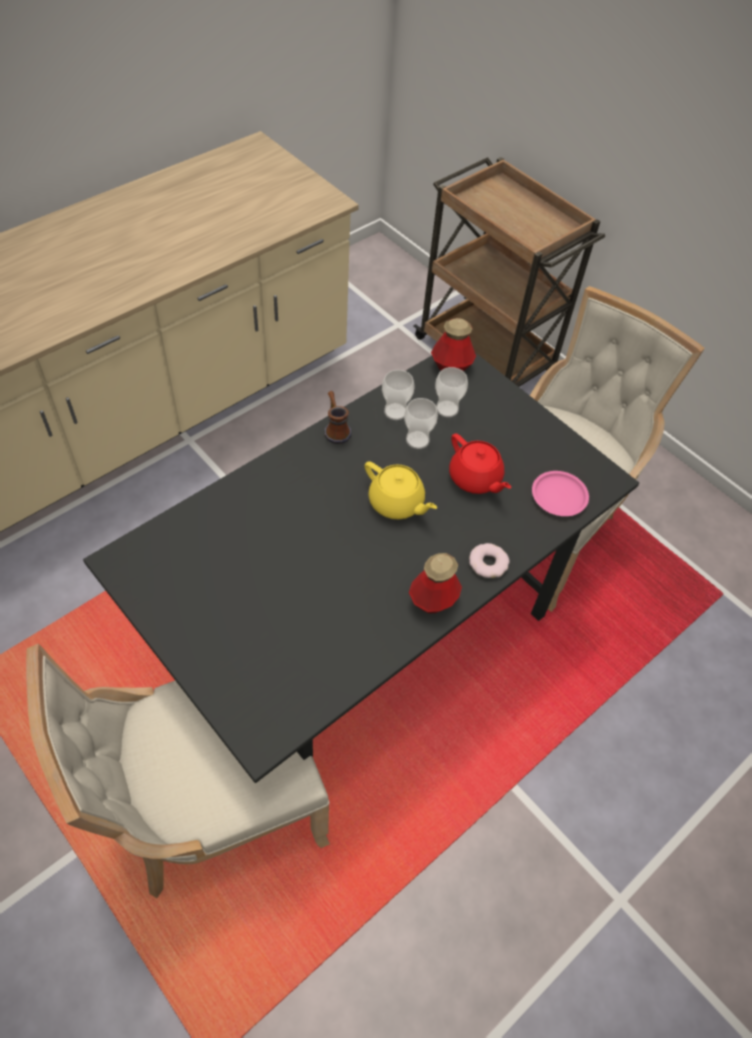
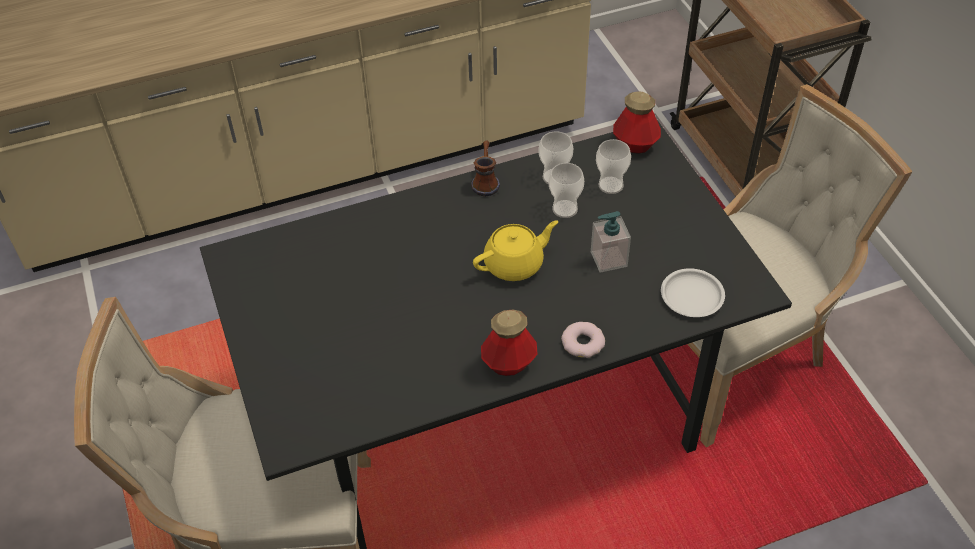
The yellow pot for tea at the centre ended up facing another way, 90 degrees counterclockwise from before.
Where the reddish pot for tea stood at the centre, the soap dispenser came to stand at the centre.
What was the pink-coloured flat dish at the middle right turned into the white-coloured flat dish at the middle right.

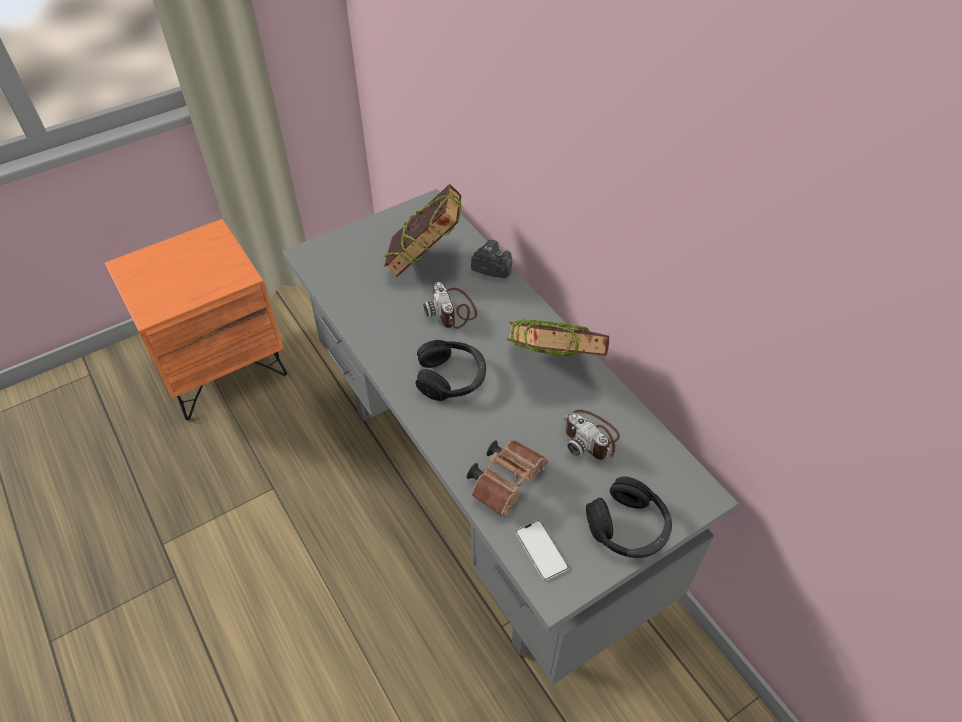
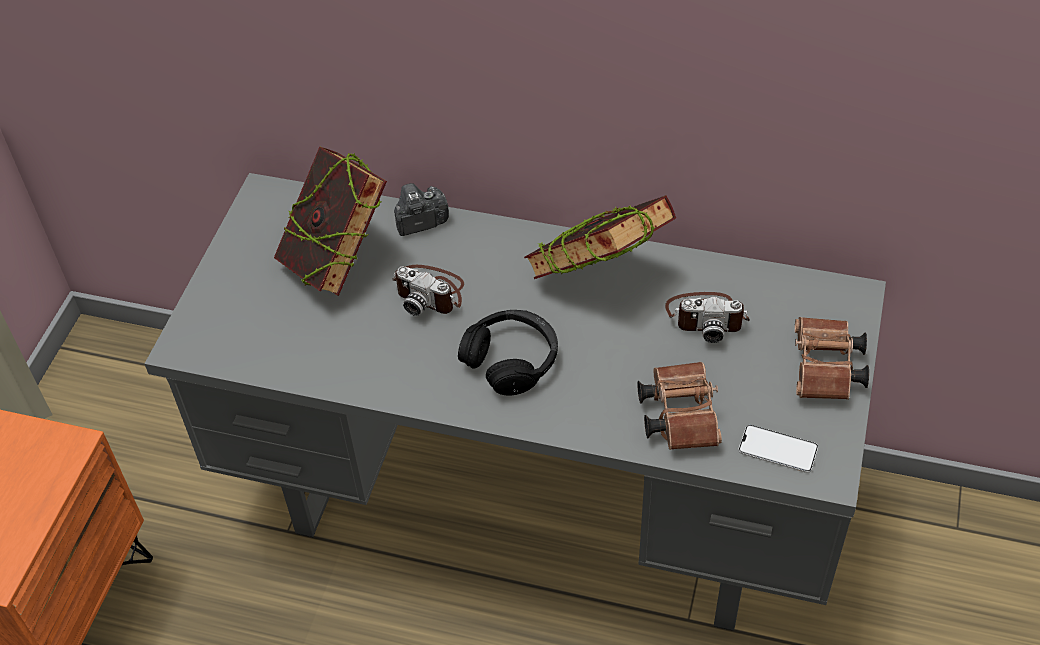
Where the blackish headset (2nd from left) stood at the bottom centre, the brownish field glasses (2nd from left) came to stand at the middle right.

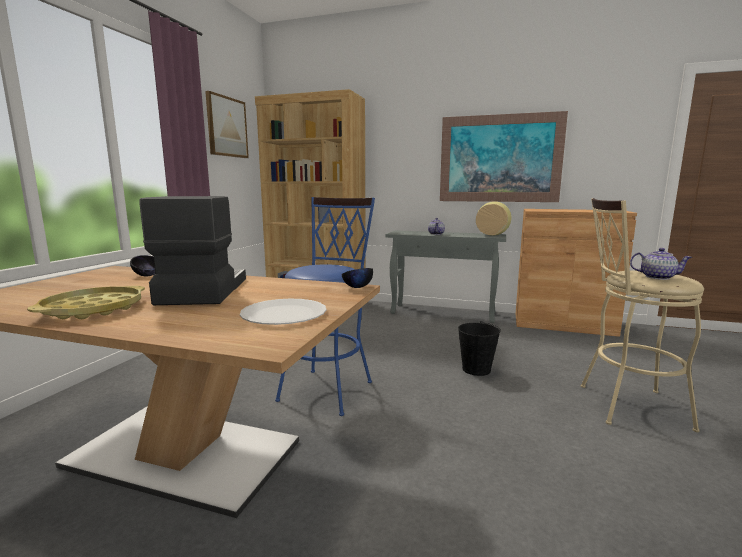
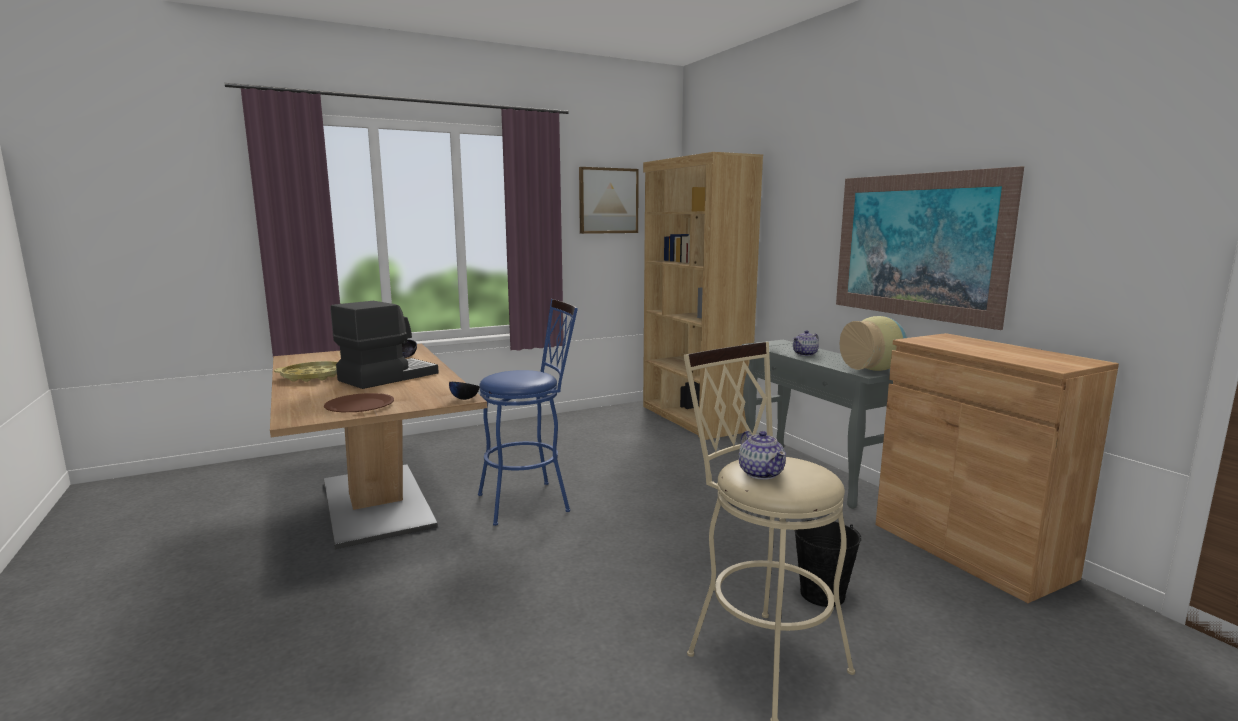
What was the white-coloured flat dish at the centre turned into the brownish flat dish at the middle left.
The blackish pail ended up elsewhere, having gone from the centre to the bottom right.

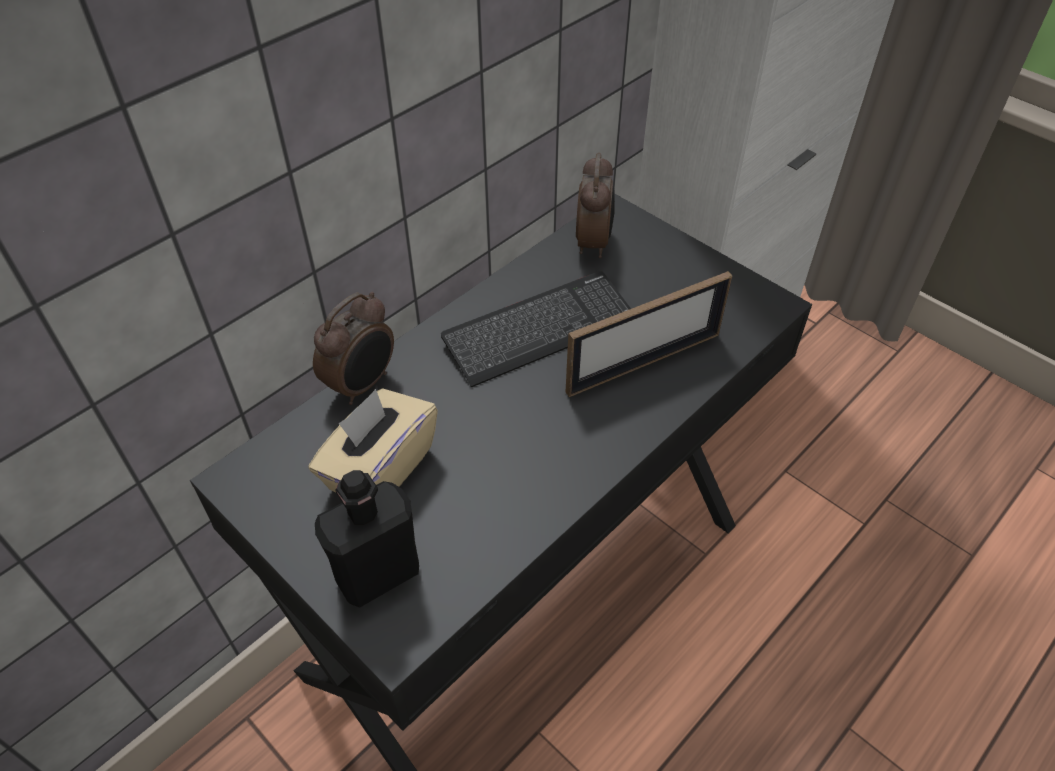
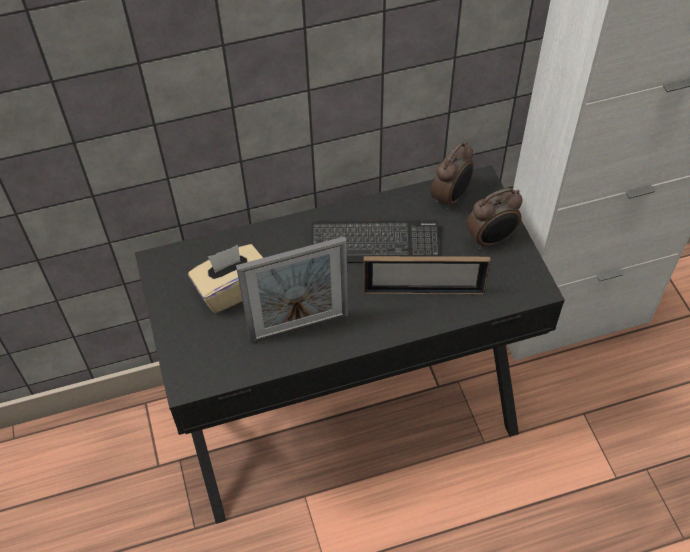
The second view gained the standing frame (1st from left) at the centre.
The alarm clock (1st from left in the first image) ended up elsewhere, having gone from the centre to the middle right.
The second view lost the blackish beverage bottle at the bottom centre.

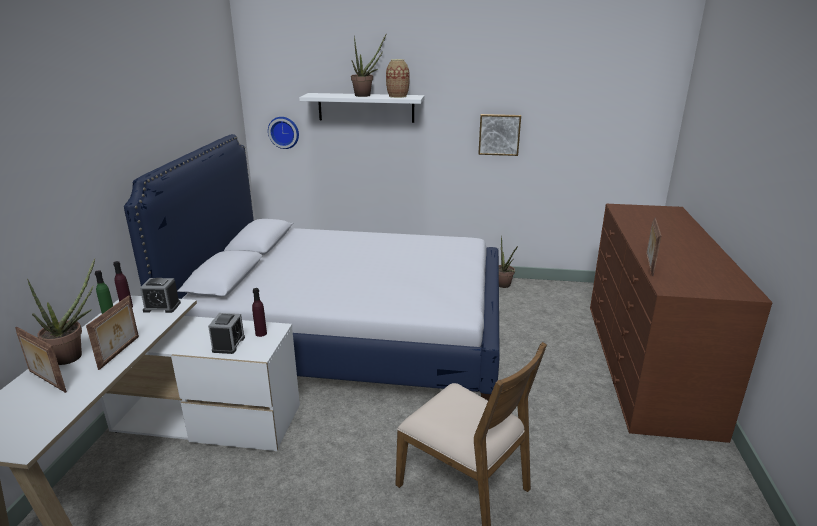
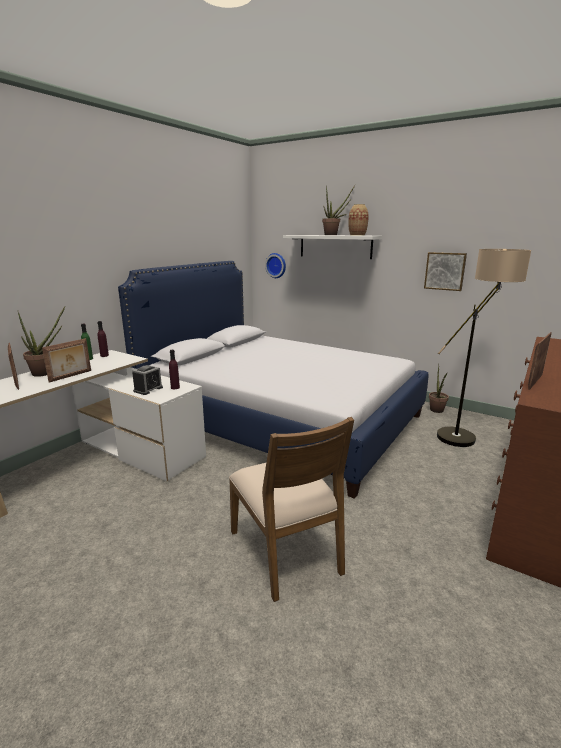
The second view gained the floor lamp at the middle right.
The second view lost the alarm clock (1st from left) at the middle left.

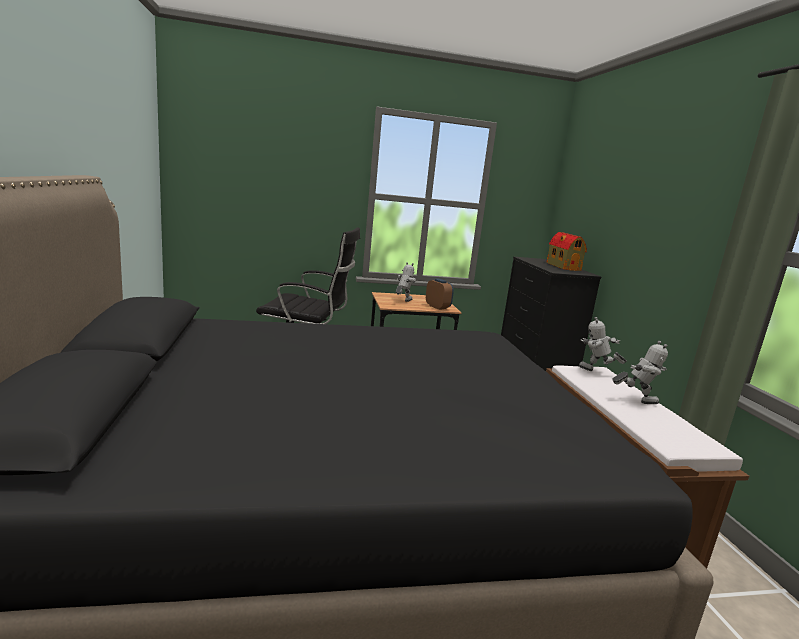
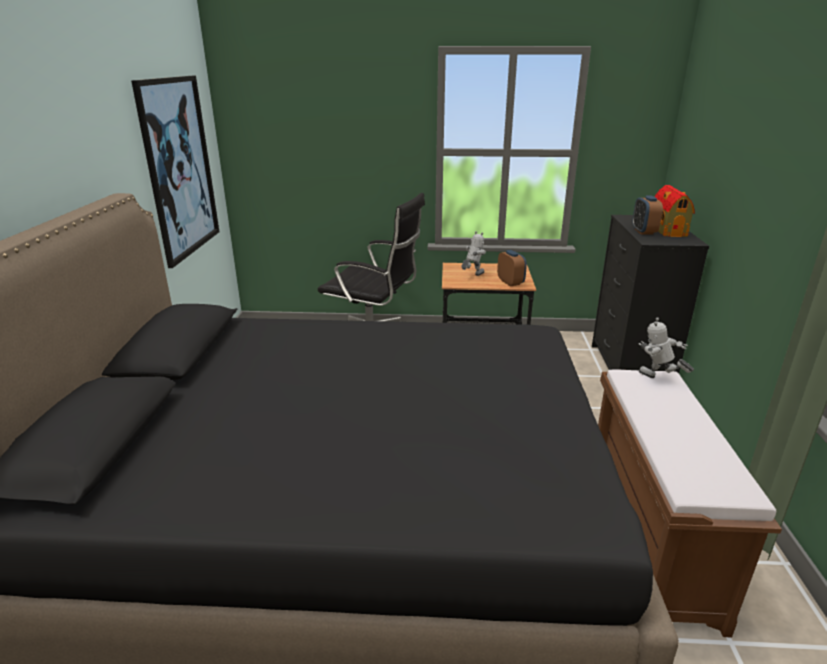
The second view gained the wall picture at the top left.
The second view gained the alarm clock (2nd from left) at the top right.
The second view lost the robot figure (3rd from left) at the middle right.

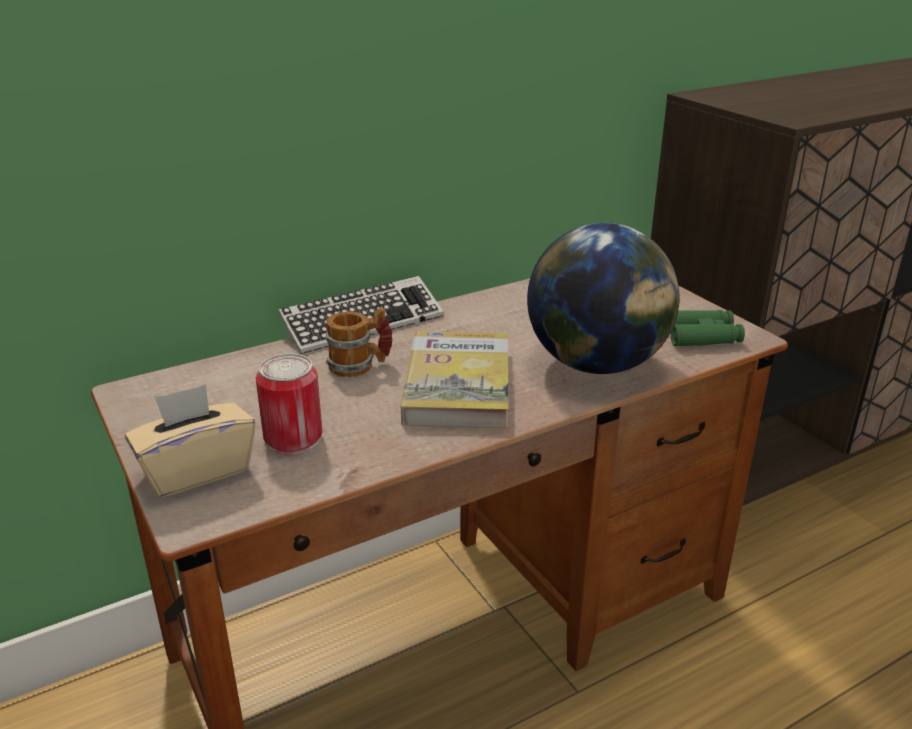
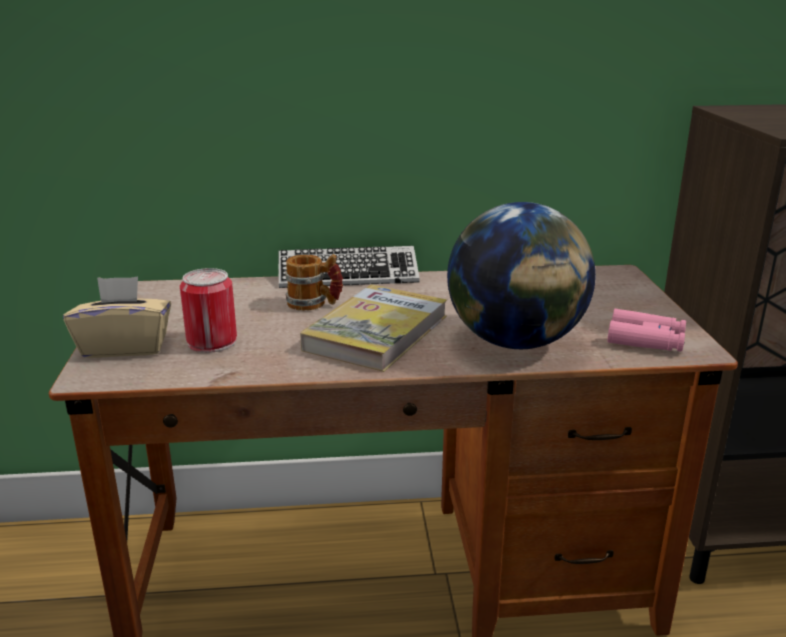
What was the green-coloured field glasses at the middle right turned into the pink-coloured field glasses at the middle right.

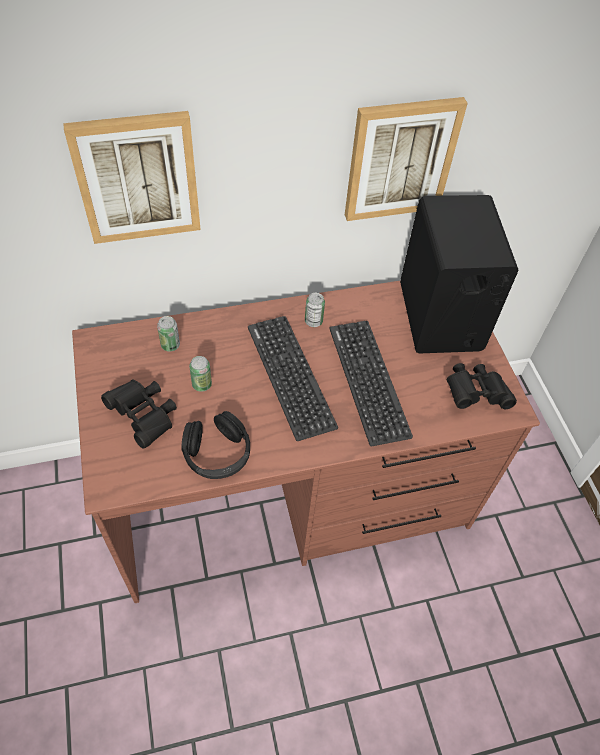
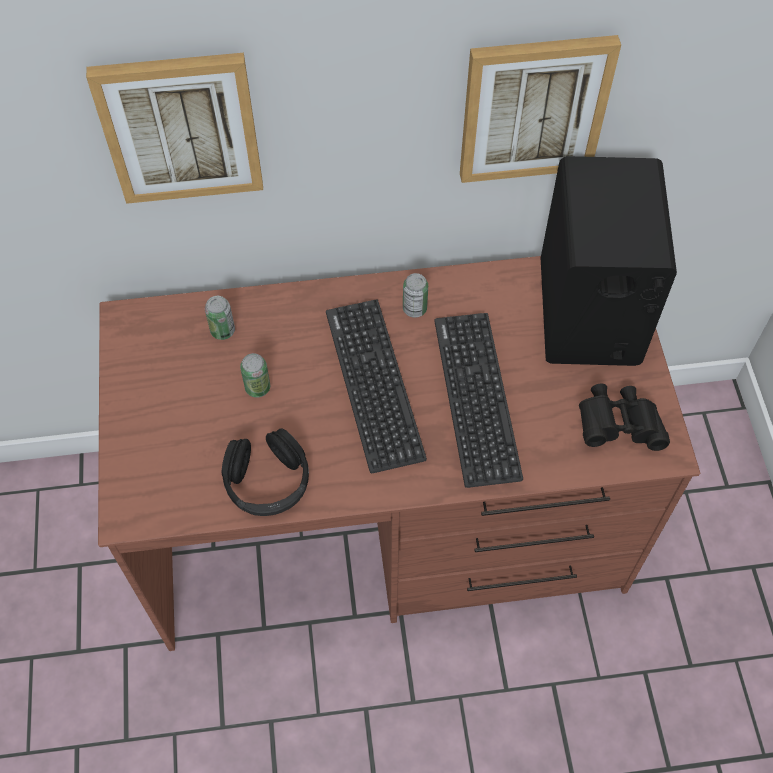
The second view lost the blackish field glasses (1st from left) at the middle left.

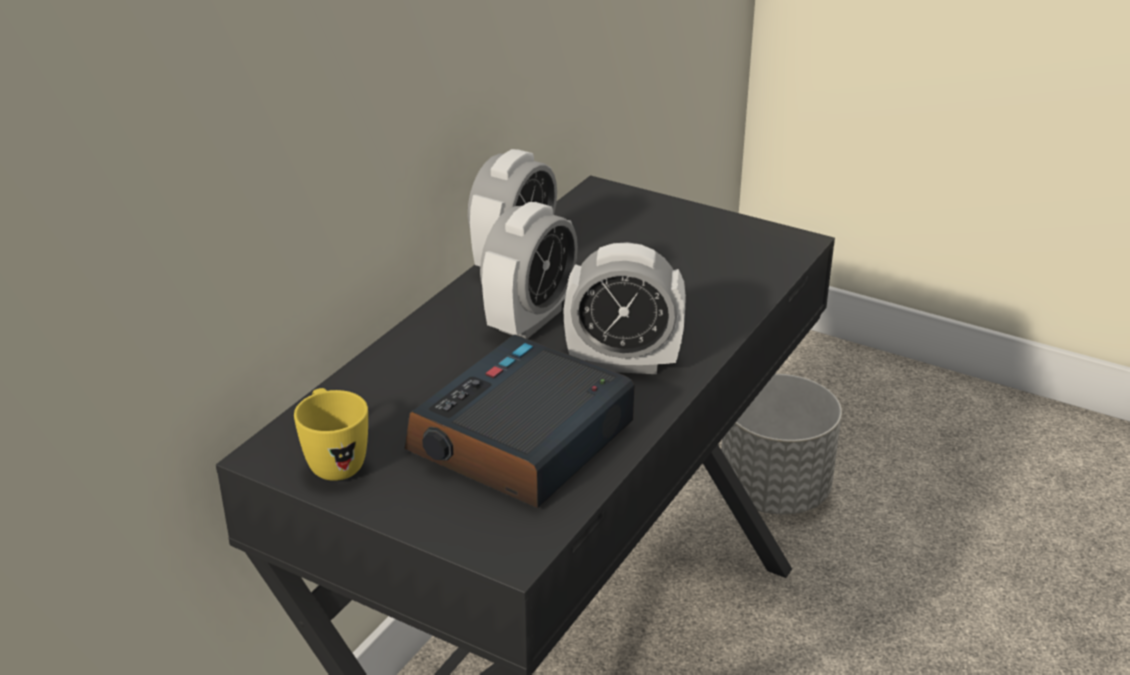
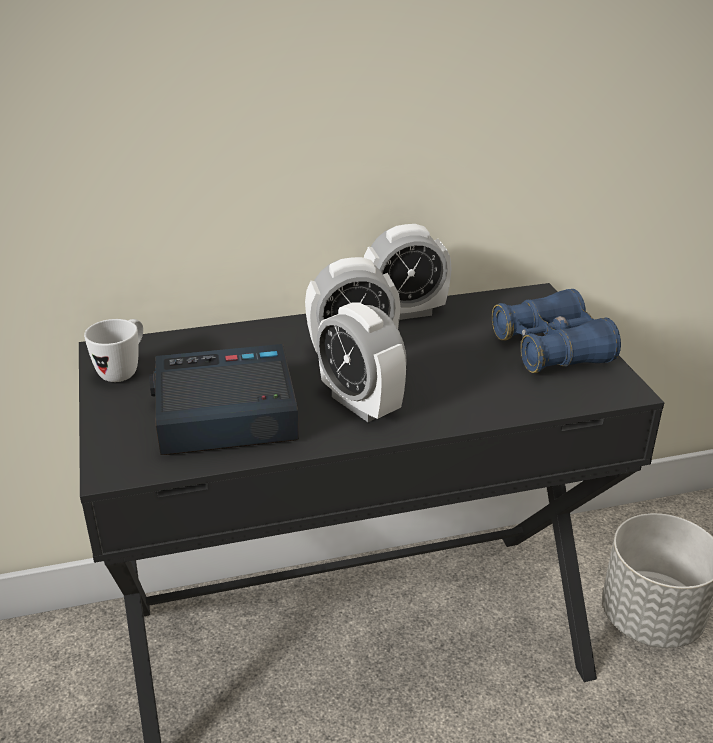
What was the yellow coffee mug at the middle left turned into the white-coloured coffee mug at the middle left.
The second view gained the bluish field glasses at the middle right.

